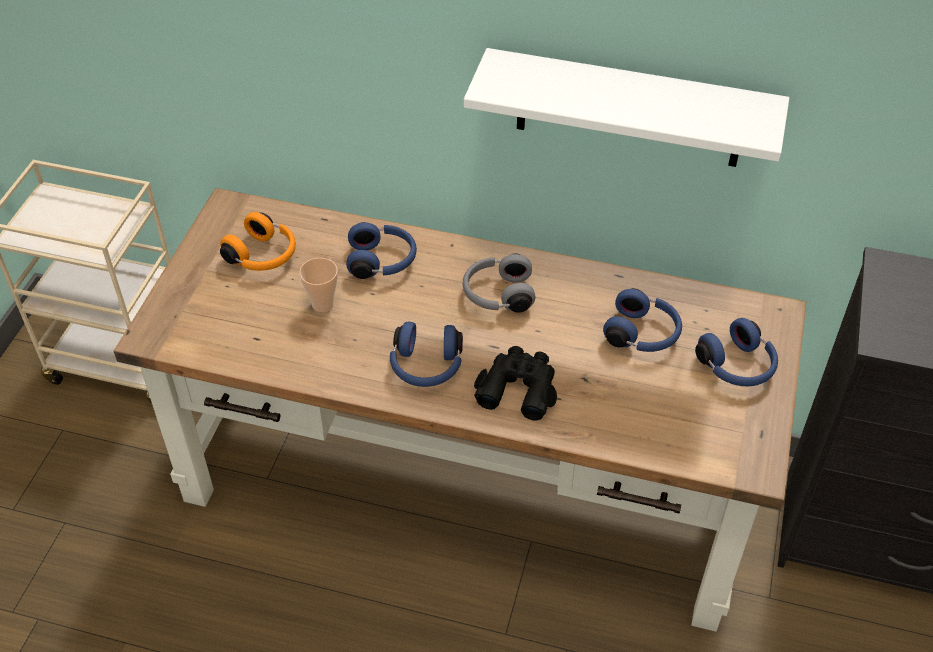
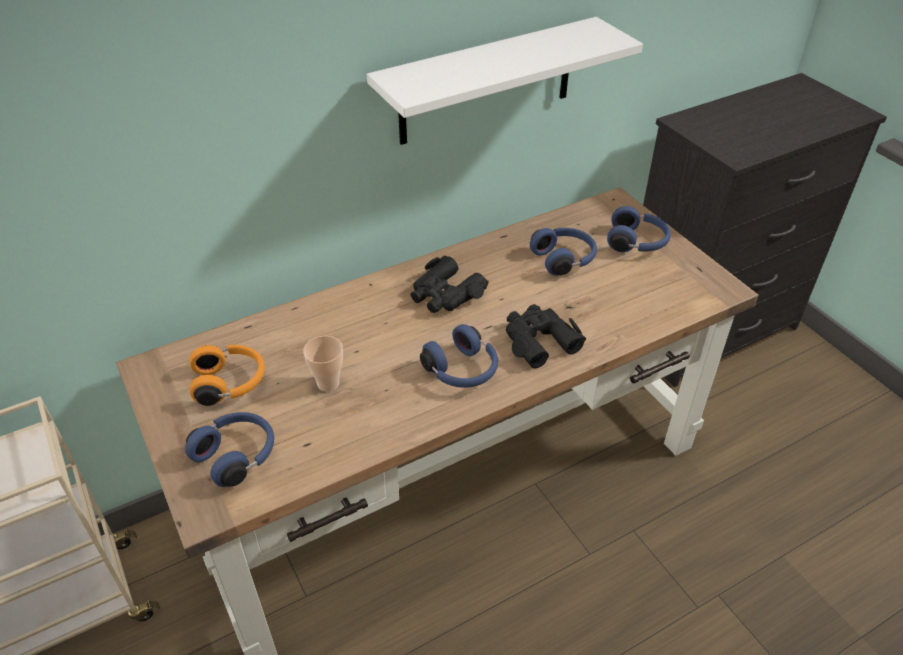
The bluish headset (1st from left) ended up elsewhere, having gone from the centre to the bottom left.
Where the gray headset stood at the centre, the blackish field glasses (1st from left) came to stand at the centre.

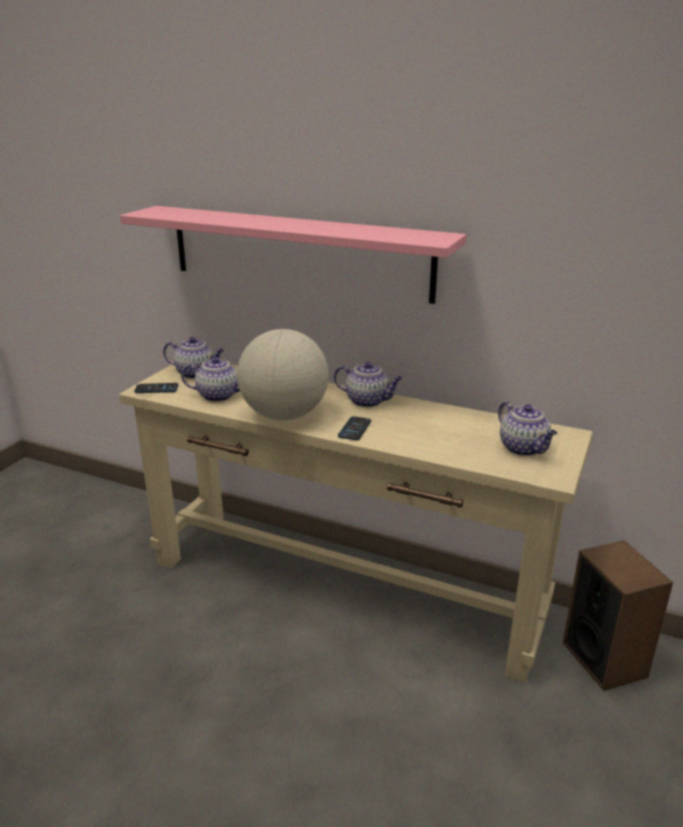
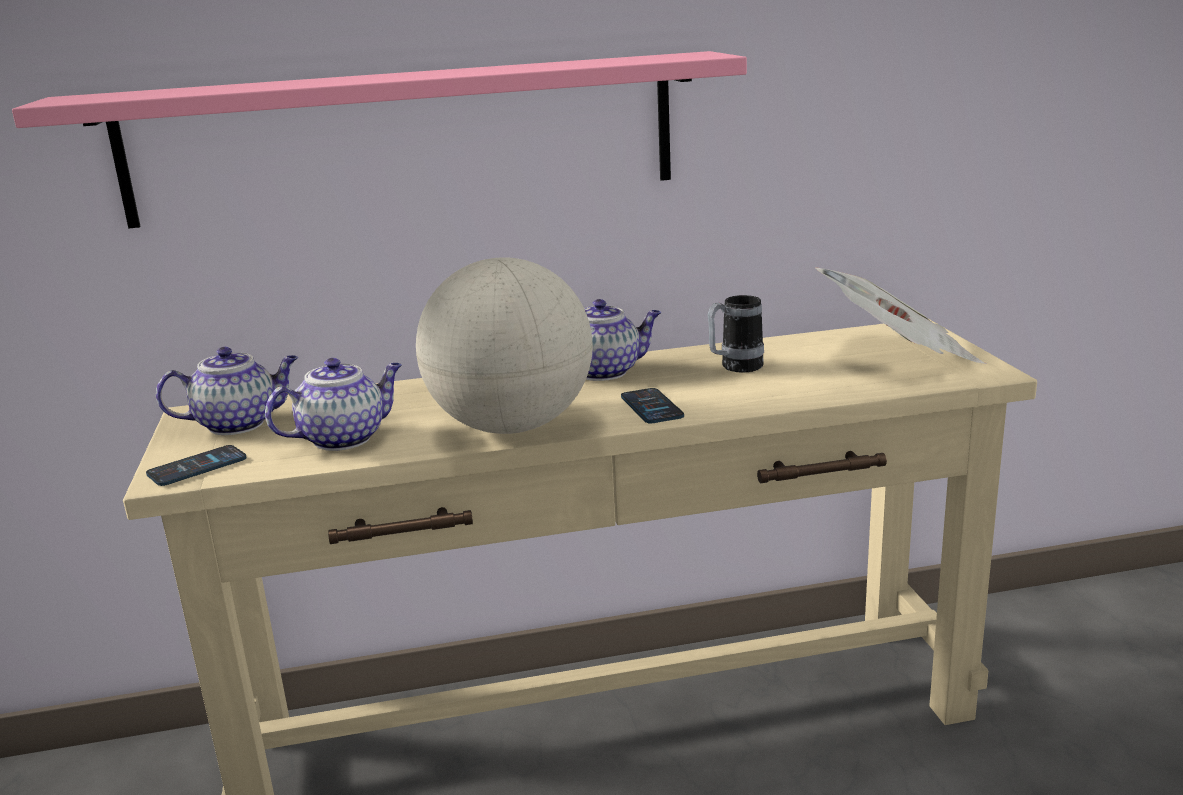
The second view gained the coffee mug at the centre.
Where the pot for tea (4th from left) stood at the middle right, the newspaper came to stand at the middle right.
The second view lost the speaker at the bottom right.

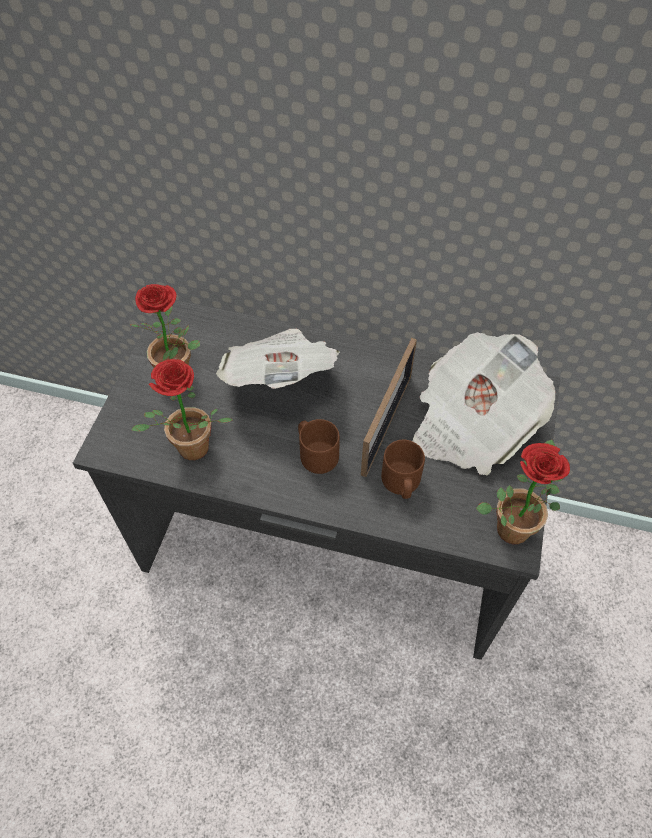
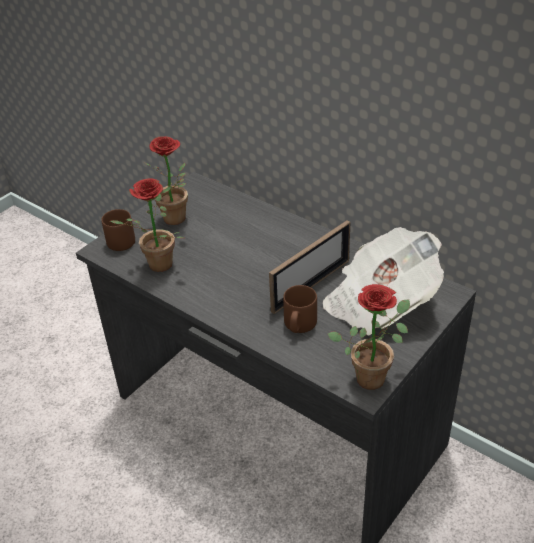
The brownish coffee mug (1st from left) ended up elsewhere, having gone from the centre to the middle left.
The second view lost the newspaper (1st from left) at the centre.

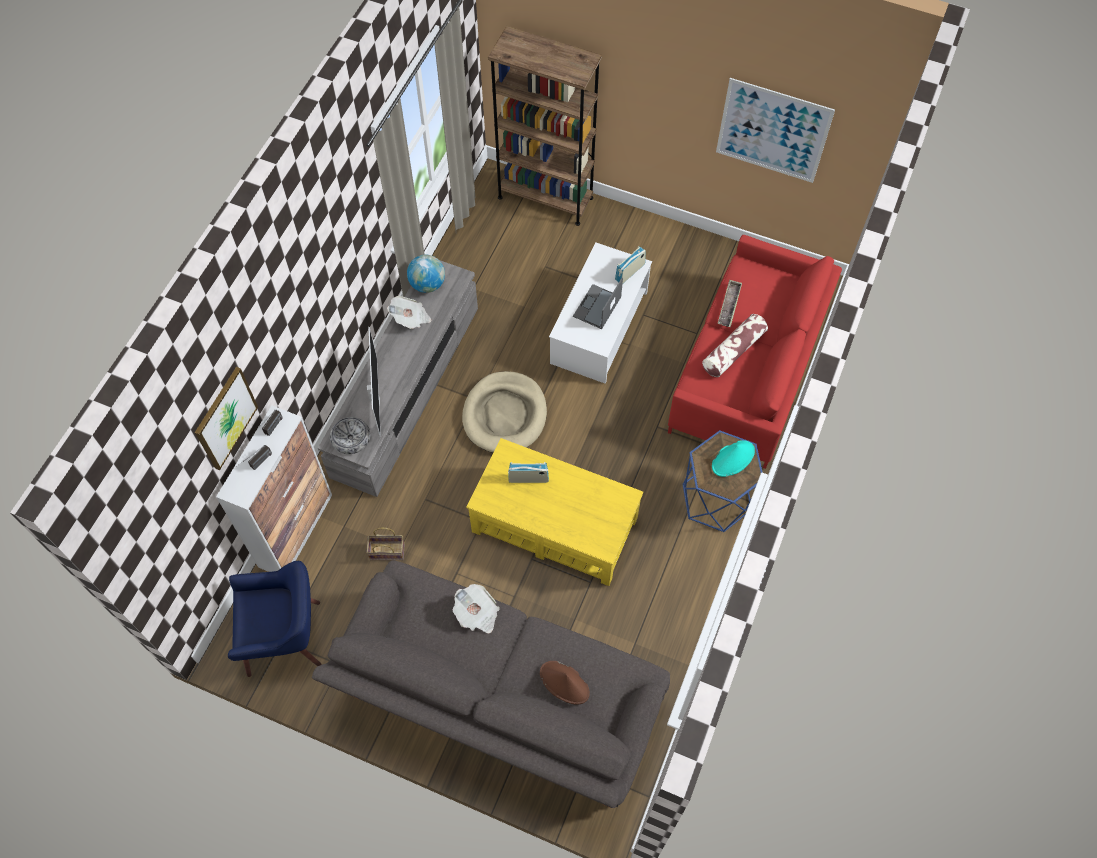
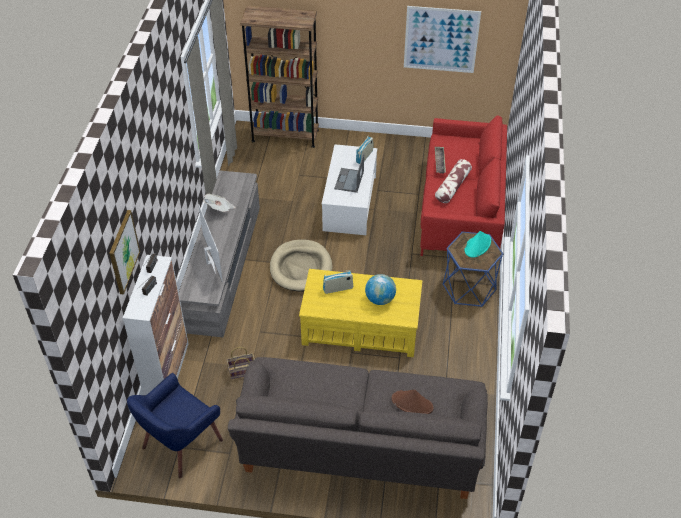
The bluish easy chair at the bottom left ended up facing another way, 150 degrees clockwise from before.
The desk globe ended up elsewhere, having gone from the top centre to the centre.
The second view lost the bowl at the middle left.
The second view lost the newspaper (2nd from left) at the bottom centre.

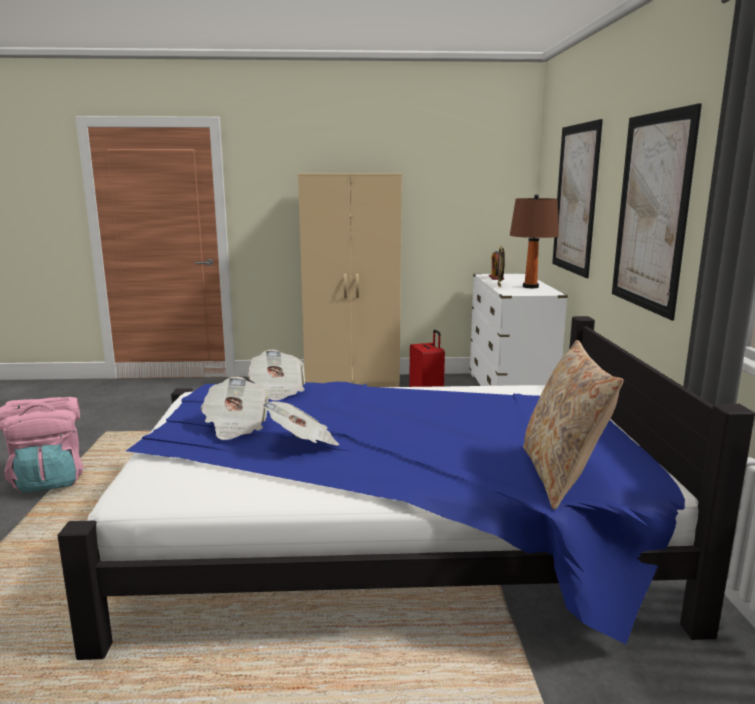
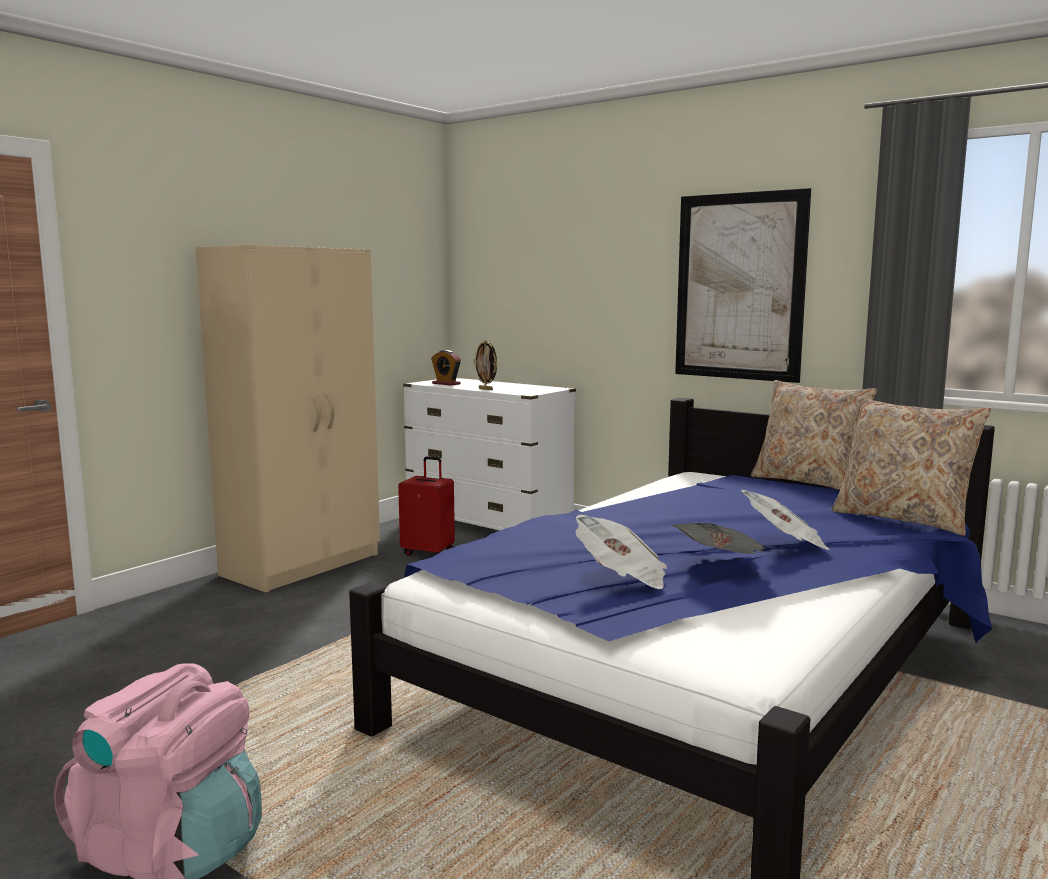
The newspaper (2nd from left in the first image) ended up elsewhere, having gone from the centre to the middle right.
The second view gained the beige cushion (1st from left) at the middle right.
The second view lost the brownish lamp for a table at the middle right.
The second view lost the wall picture (1st from left) at the top right.

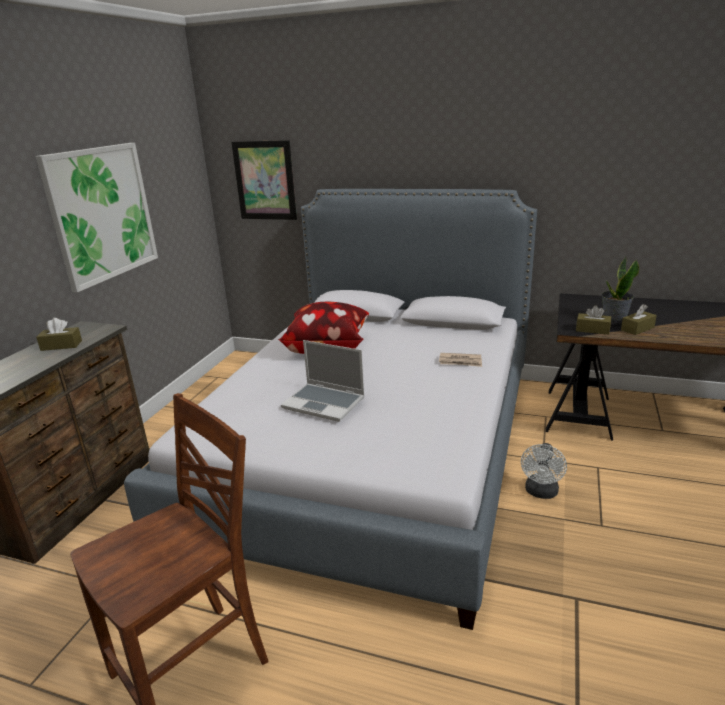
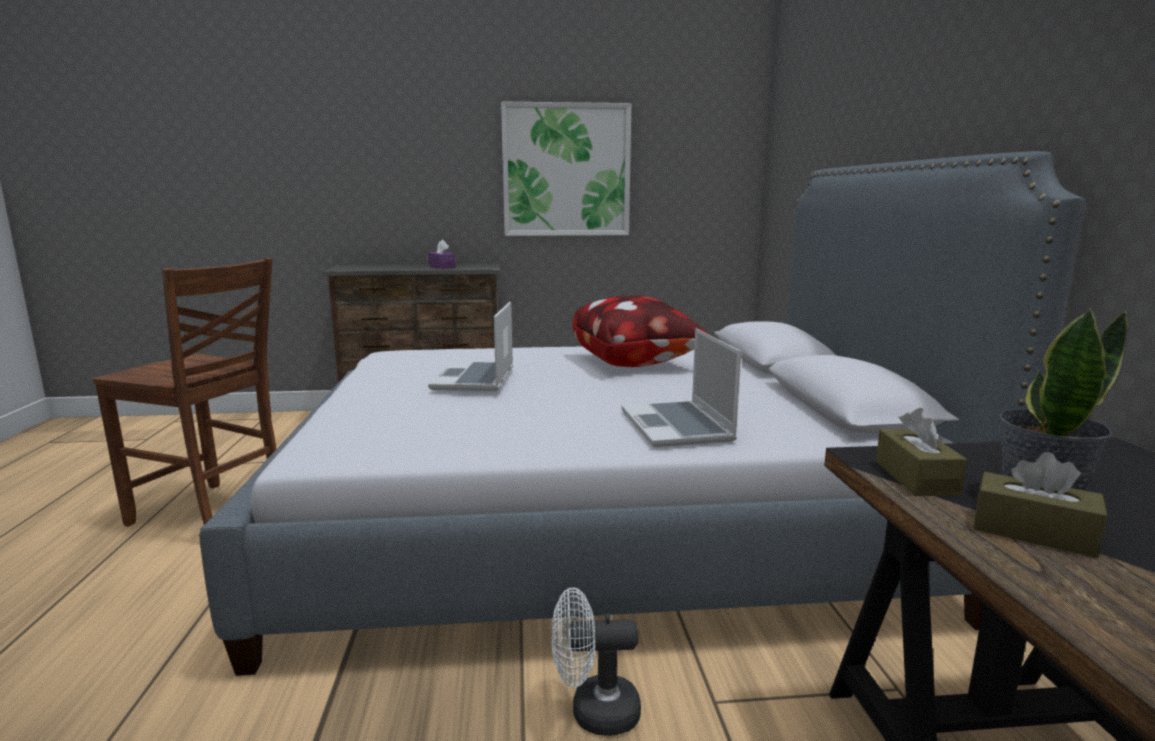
What was the brownish tissue holder (1st from left) at the middle left turned into the purple tissue holder at the centre.
Where the newspaper stood at the centre, the laptop (2nd from left) came to stand at the centre.
The second view lost the wall picture (2nd from left) at the top centre.

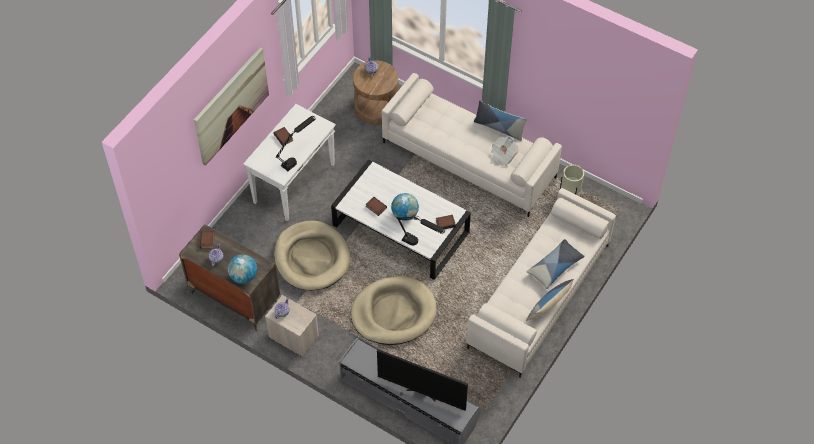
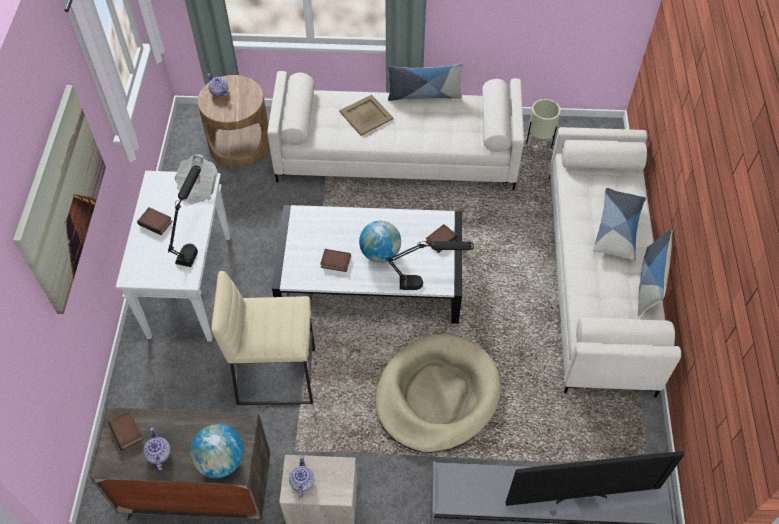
The newspaper ended up elsewhere, having gone from the centre to the middle left.
Where the beige dog bed (1st from left) stood at the centre, the beige stool came to stand at the centre.
The second view gained the beige tray at the top centre.

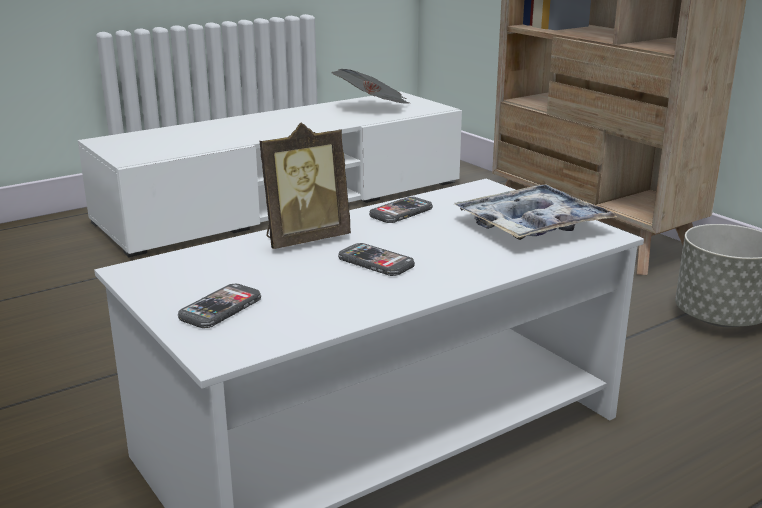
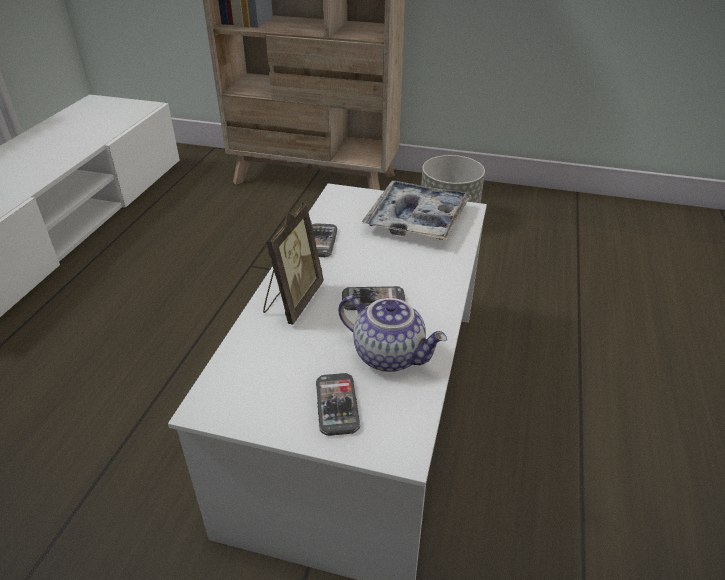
The second view gained the pot for tea at the centre.
The second view lost the newspaper at the top centre.

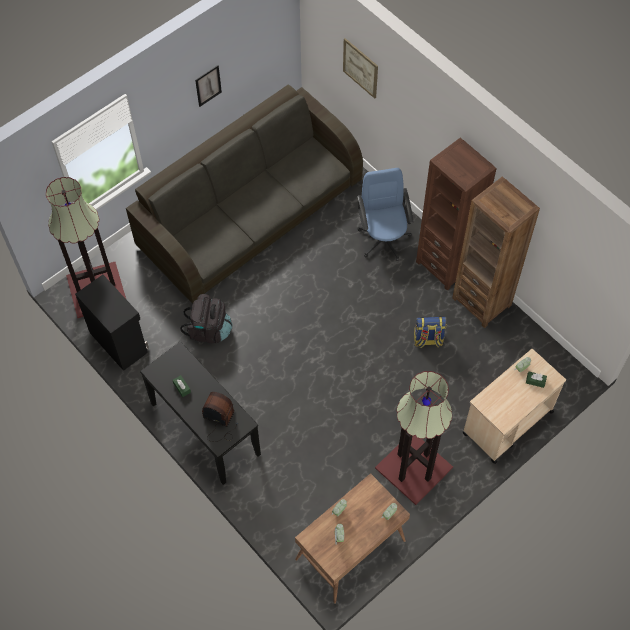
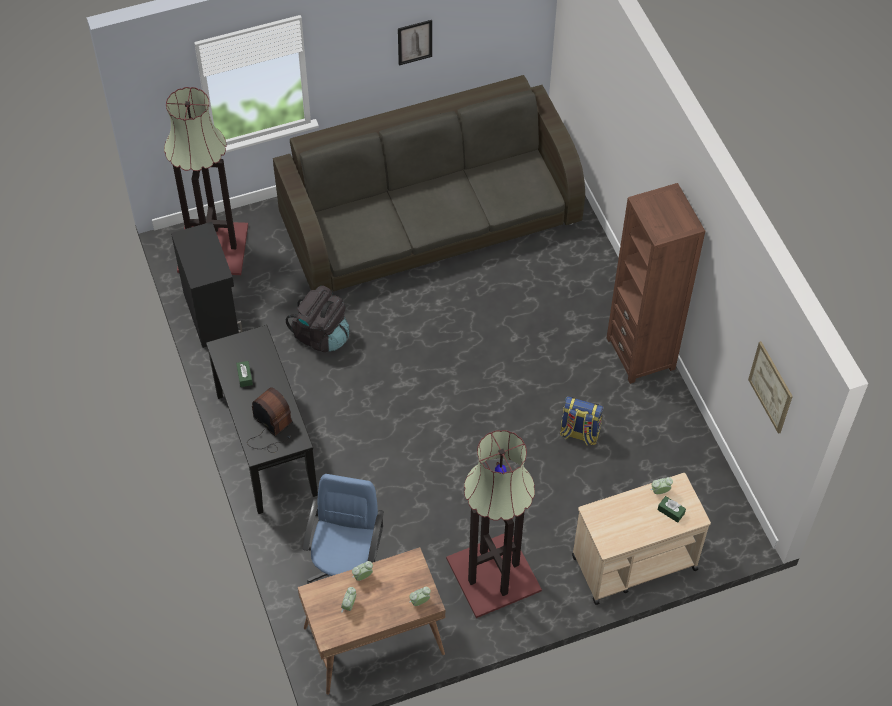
The bluish office chair ended up elsewhere, having gone from the centre to the bottom centre.
The wall picture (2nd from left) ended up elsewhere, having gone from the top centre to the middle right.
The second view lost the brownish bookshelf (2nd from left) at the middle right.

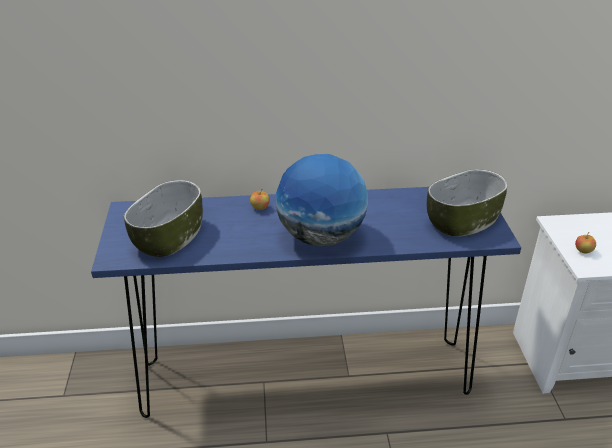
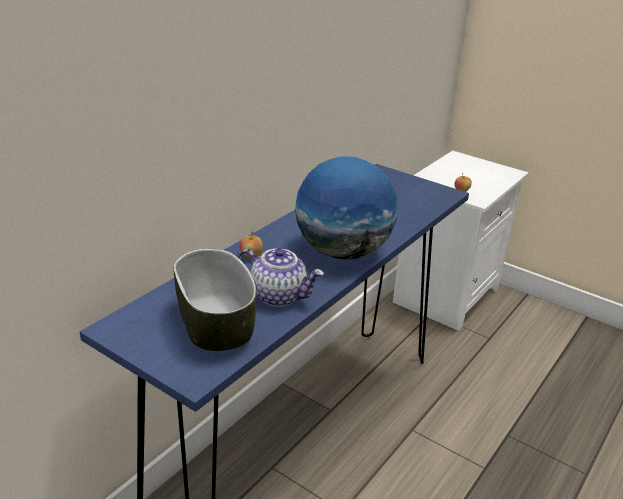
The second view gained the pot for tea at the centre.
The second view lost the bowl (2nd from left) at the middle right.

